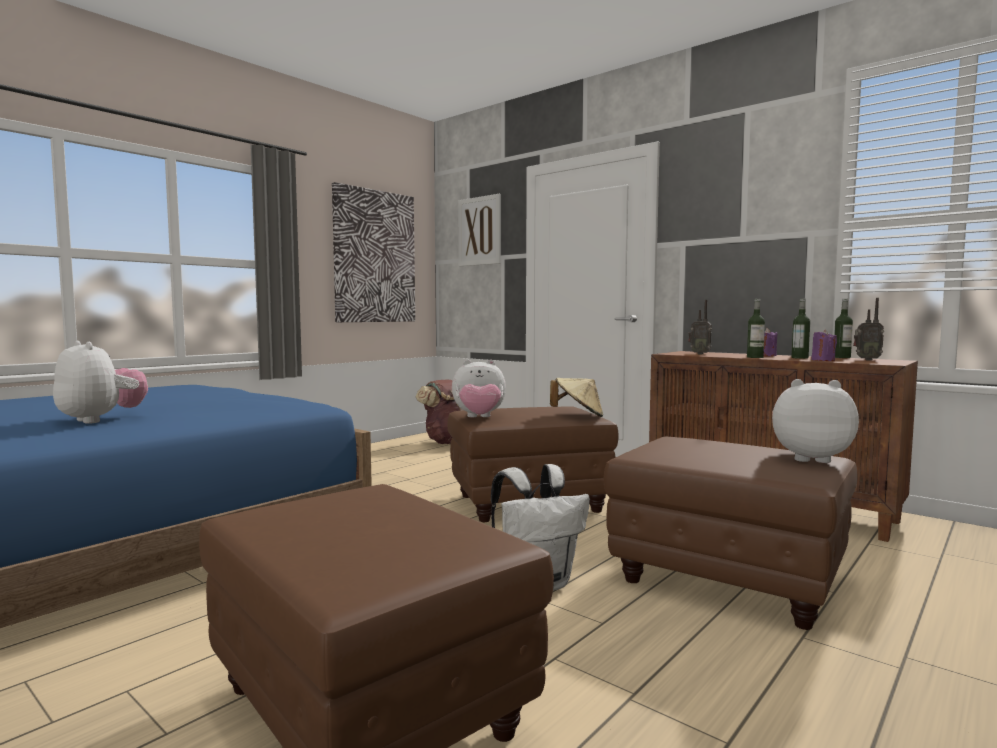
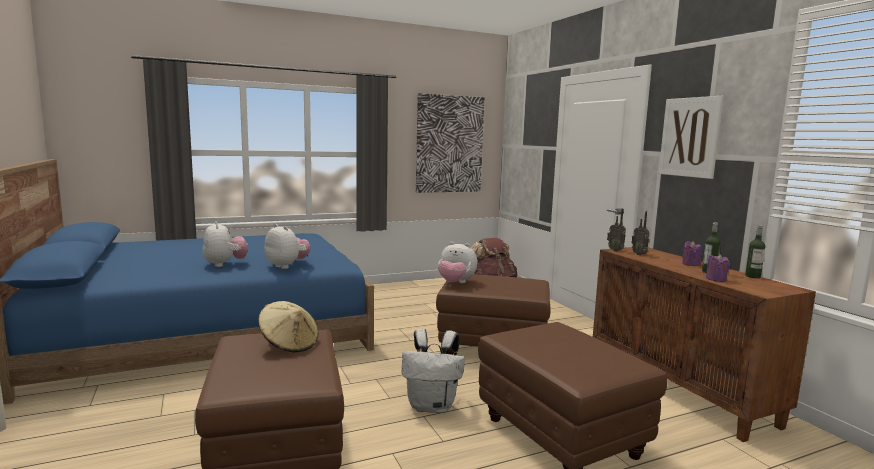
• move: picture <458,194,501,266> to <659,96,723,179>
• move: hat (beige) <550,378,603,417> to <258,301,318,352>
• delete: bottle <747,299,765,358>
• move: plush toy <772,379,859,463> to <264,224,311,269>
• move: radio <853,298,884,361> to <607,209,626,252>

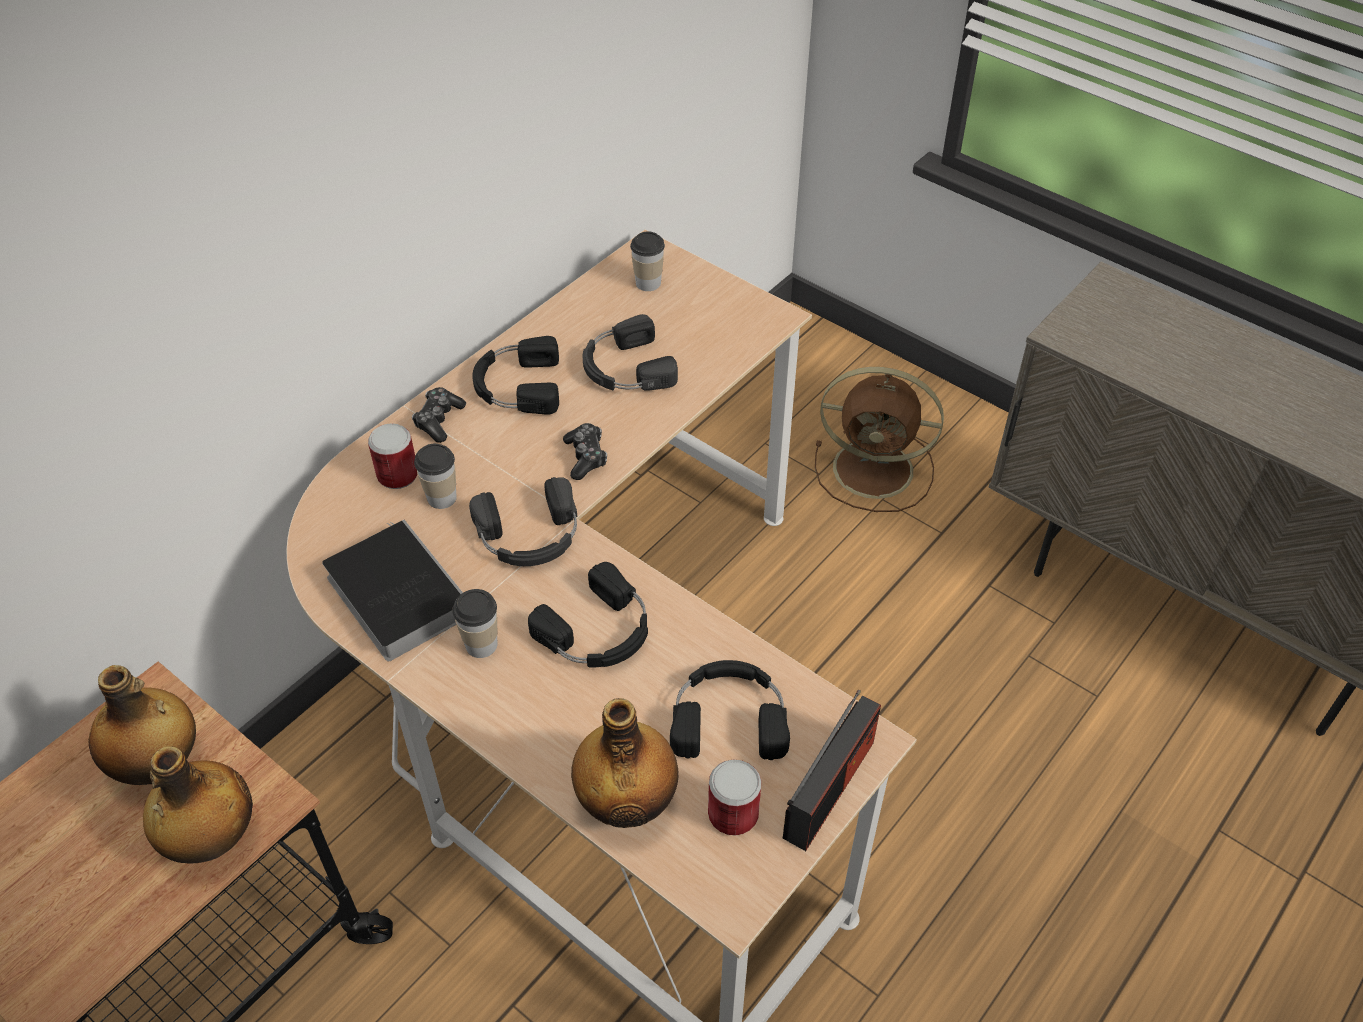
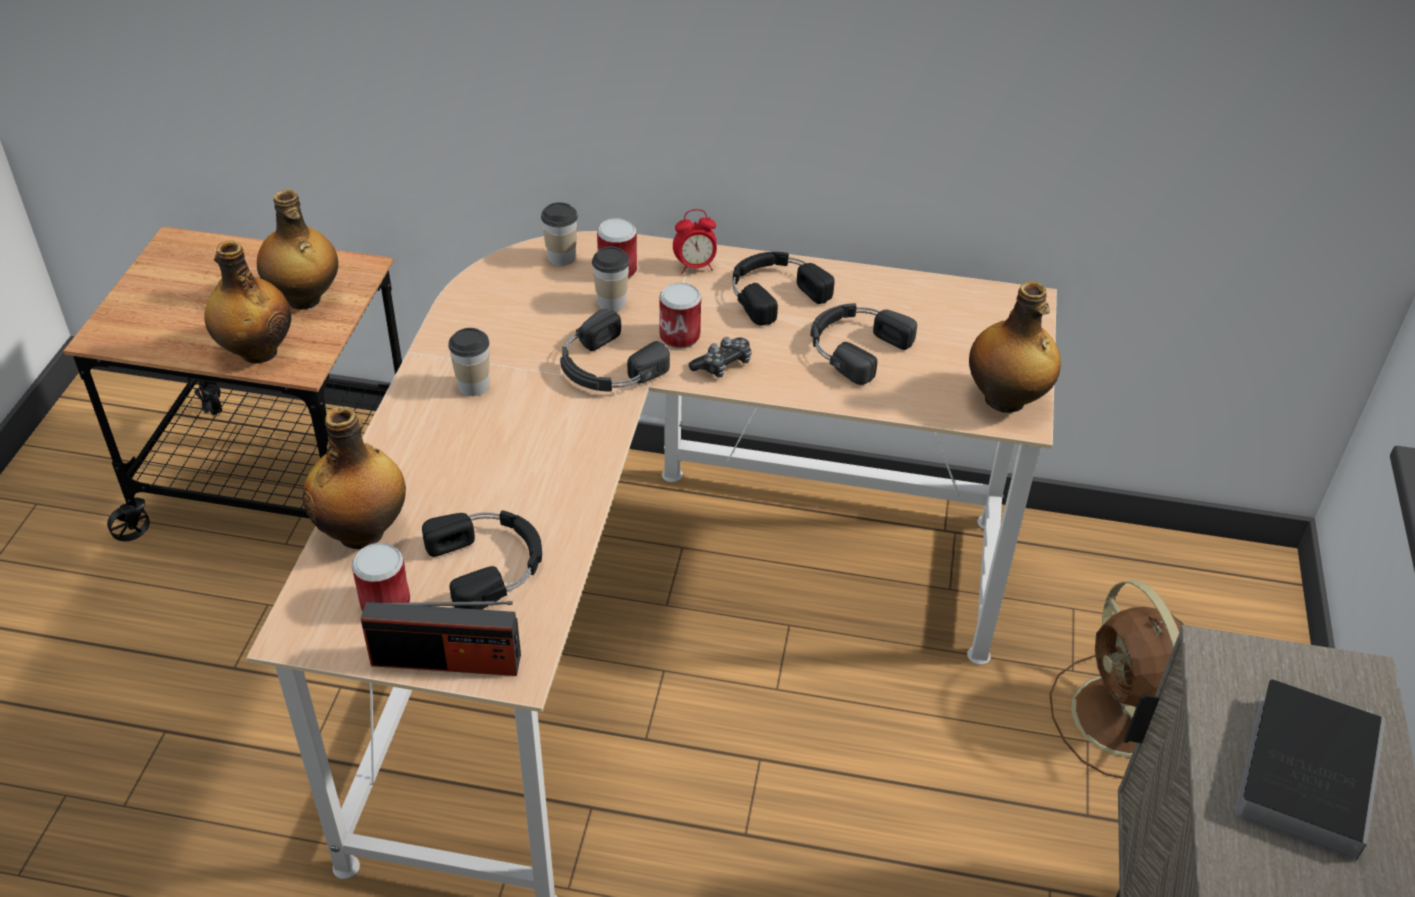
• move: book <322,520,463,661> to <1235,679,1385,861>
• replace: game controller <412,387,466,443> to alarm clock <673,209,717,274>
• delete: headphones (black) <528,562,648,667>
• move: cup <630,231,665,291> to <541,202,578,266>
• insert: can <659,283,701,349>
• insert: bottle <969,281,1061,413>

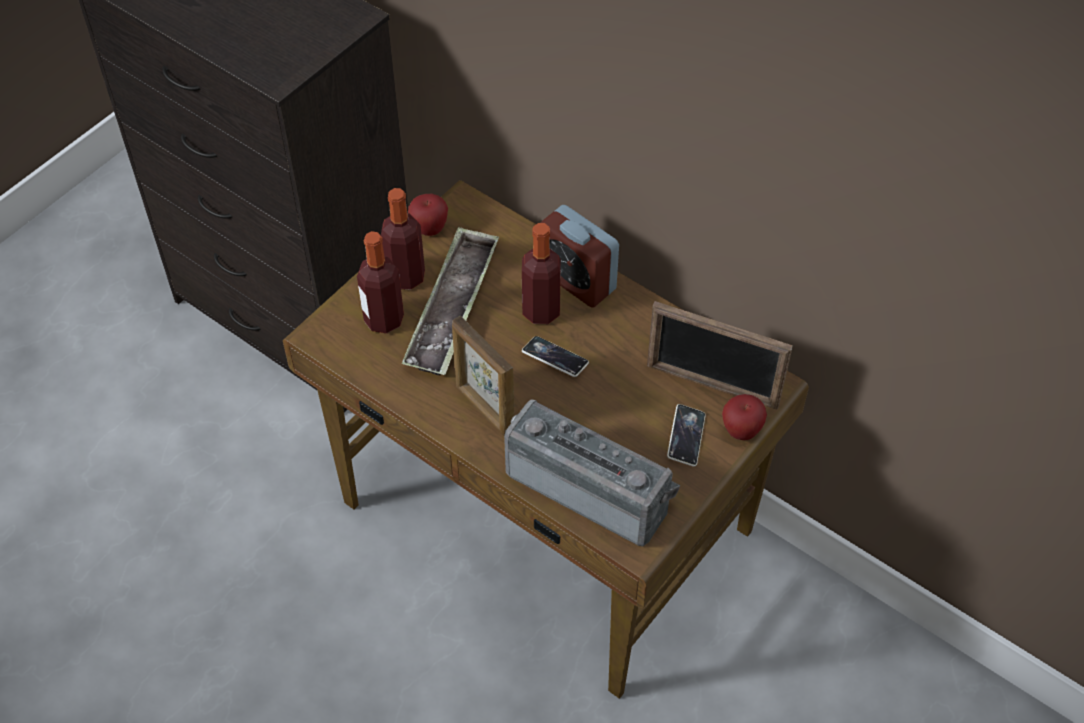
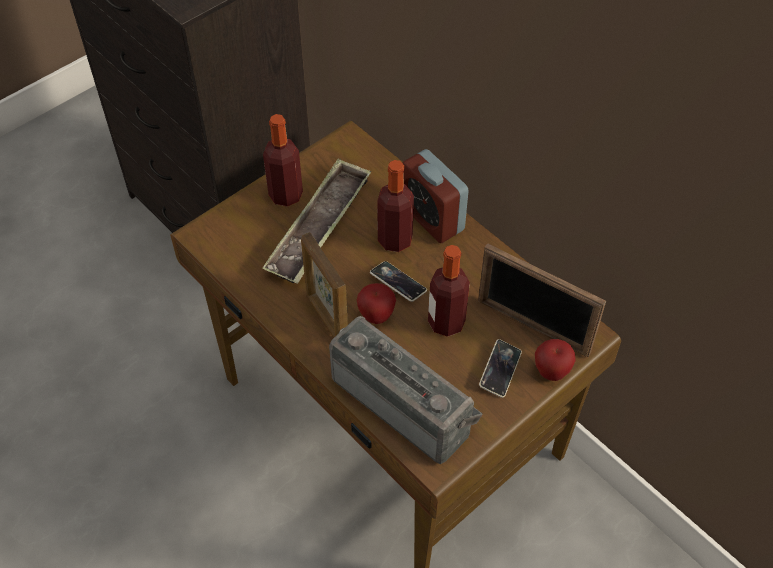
• move: bottle <357,231,404,333> to <428,245,470,337>
• move: apple <408,194,448,236> to <357,283,396,324>

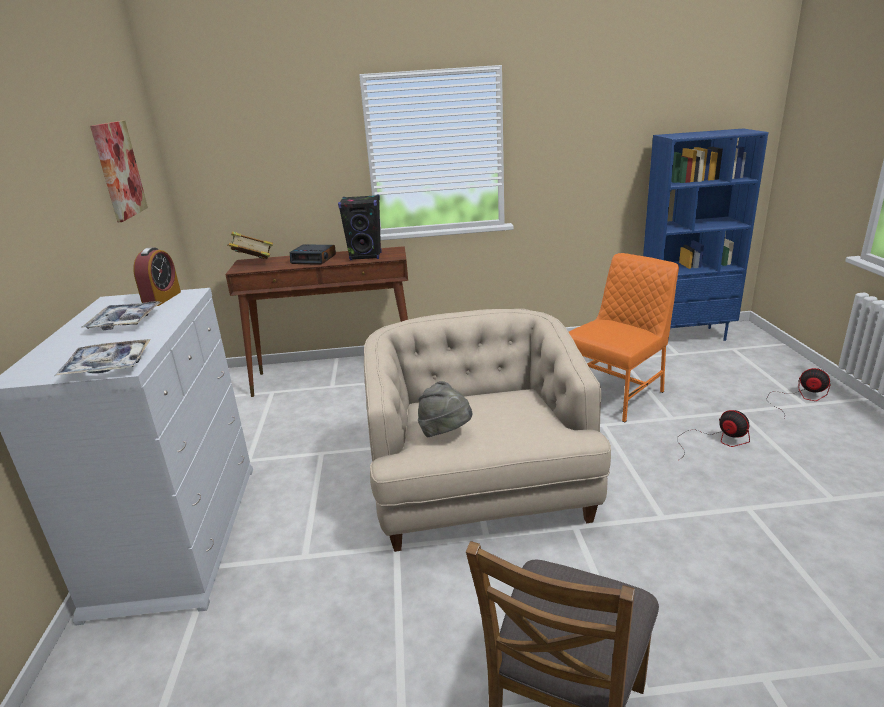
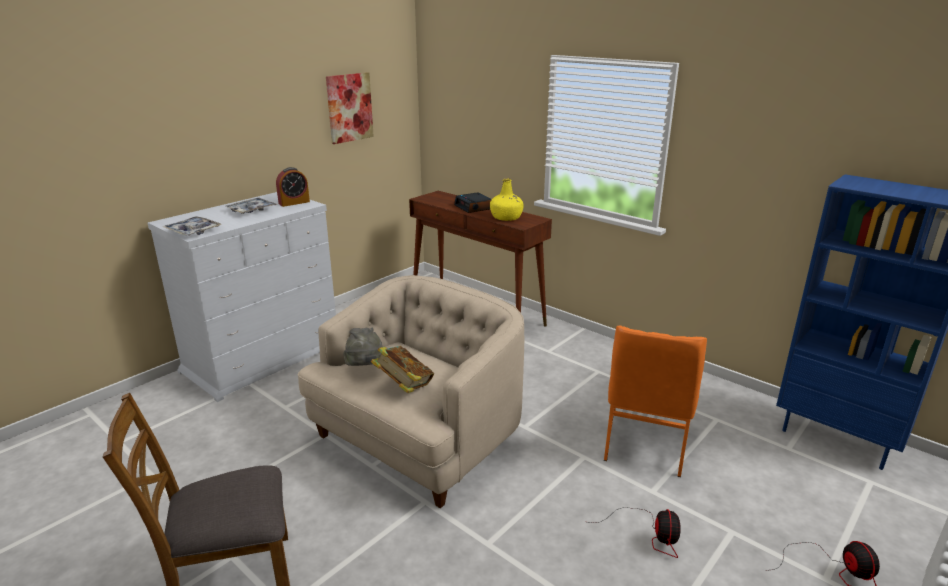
• move: book <227,232,273,259> to <371,346,434,393>
• replace: speaker (black) <338,194,382,261> to bottle (yellow) <490,178,524,221>
• rotate: chair (orange) <569,253,679,423> = <604,325,707,477> 105 degrees clockwise

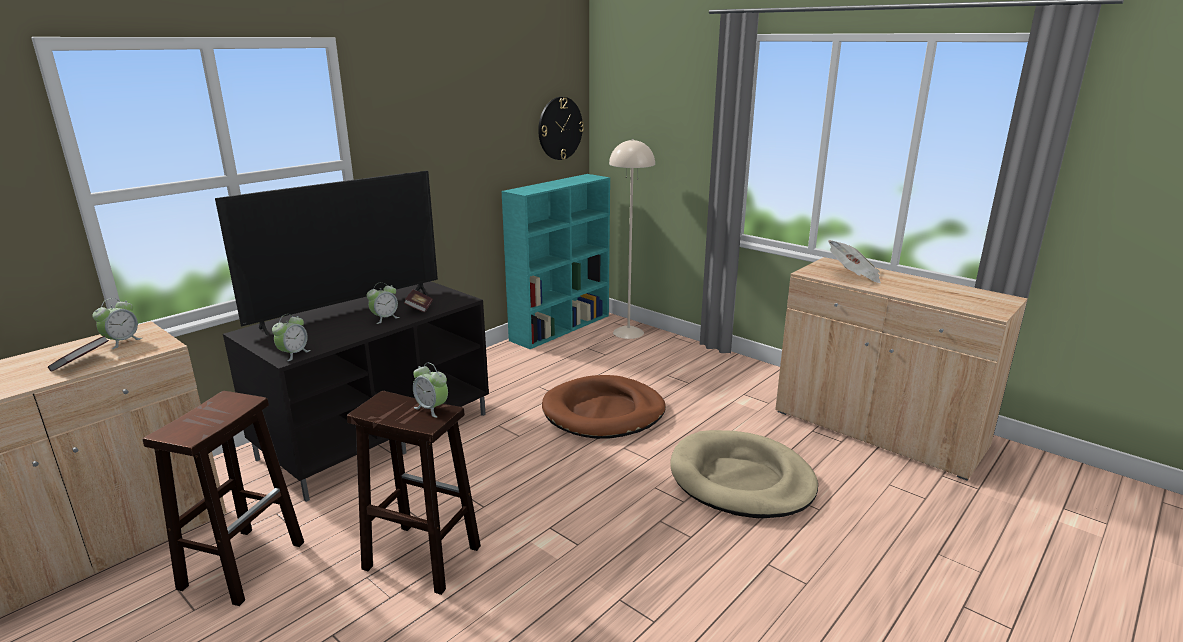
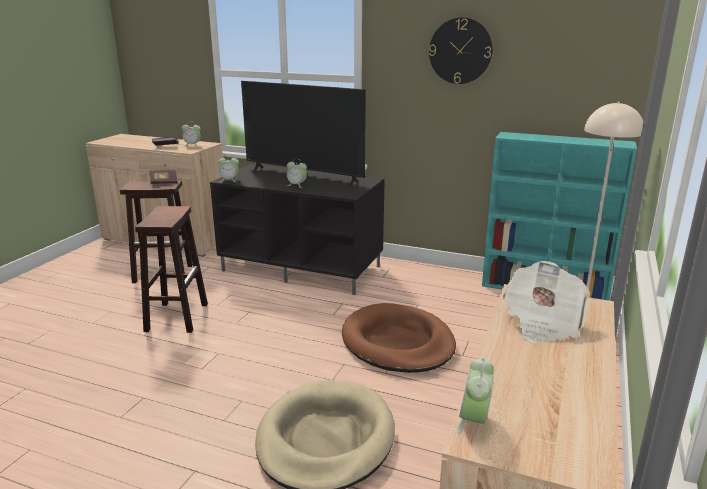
• move: book <404,289,433,312> to <149,170,177,184>
• move: alarm clock <413,363,448,418> to <457,358,494,434>
• move: wall clock <538,97,584,160> to <429,17,493,84>

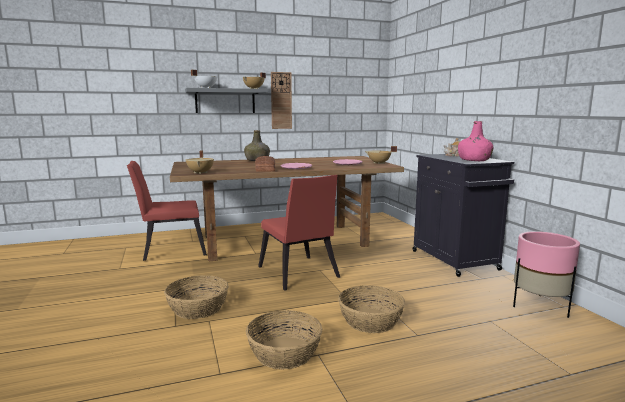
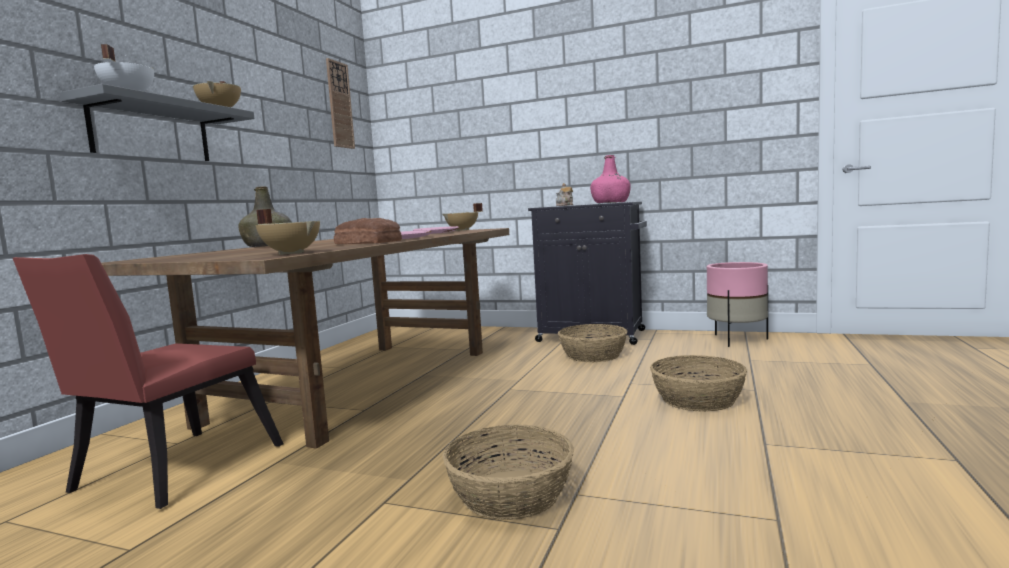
• move: basket <246,310,322,369> to <558,324,628,362>
• delete: chair (red) <258,175,340,291>
• move: wall clock <271,72,292,129> to <326,58,355,149>

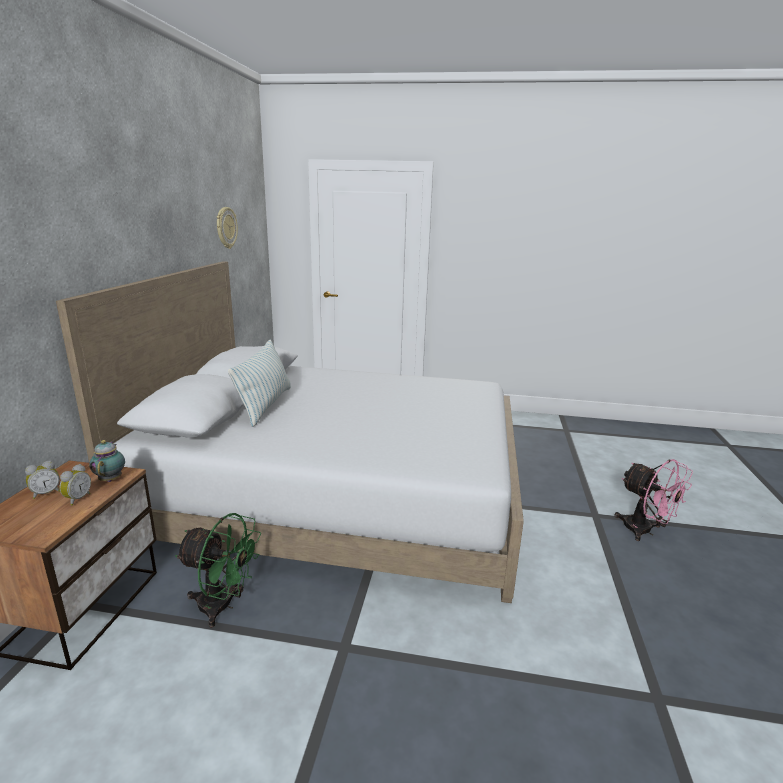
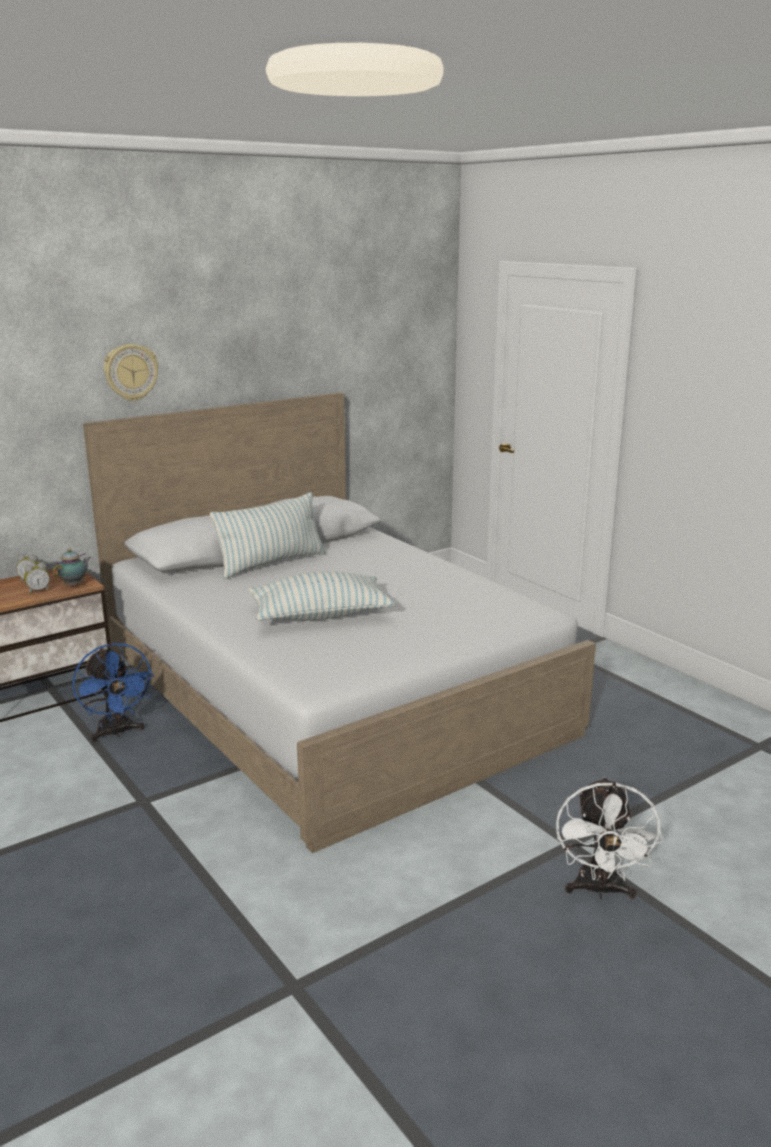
• recolor: fan (green) <175,513,261,627> to fan (blue) <72,643,154,742>
• move: wall clock <217,207,238,249> to <104,344,159,401>
• recolor: fan (pink) <614,459,693,541> to fan (white) <556,777,663,899>
• insert: pillow <248,571,396,621>

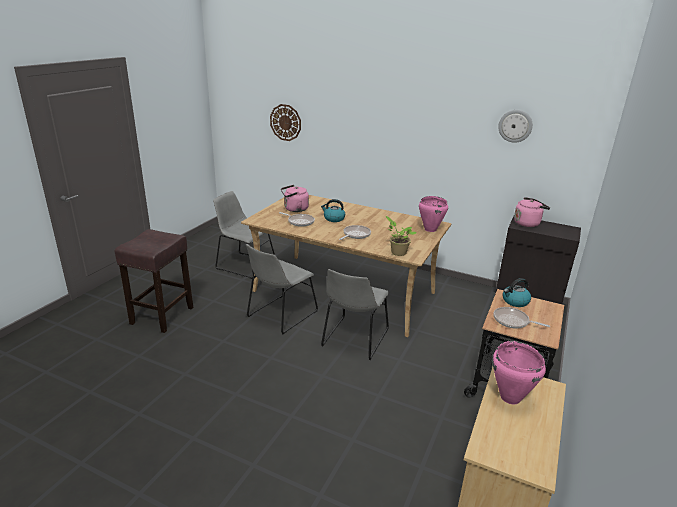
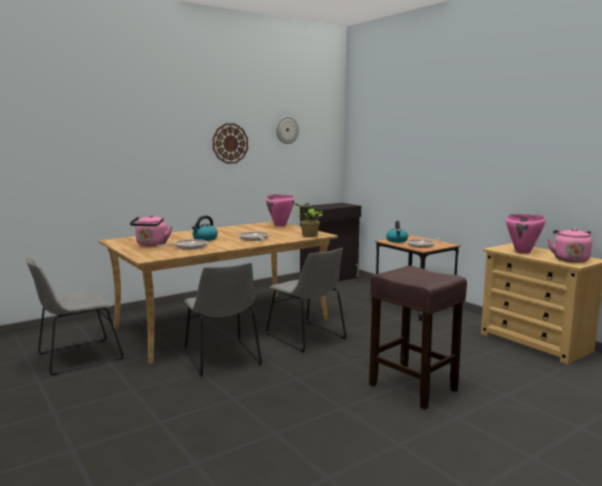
• move: stool (brown) <115,229,193,333> to <369,266,467,409>
• move: wall clock <270,104,301,141> to <213,123,248,164>
• move: kettle (pink) <514,197,550,227> to <548,228,592,263>

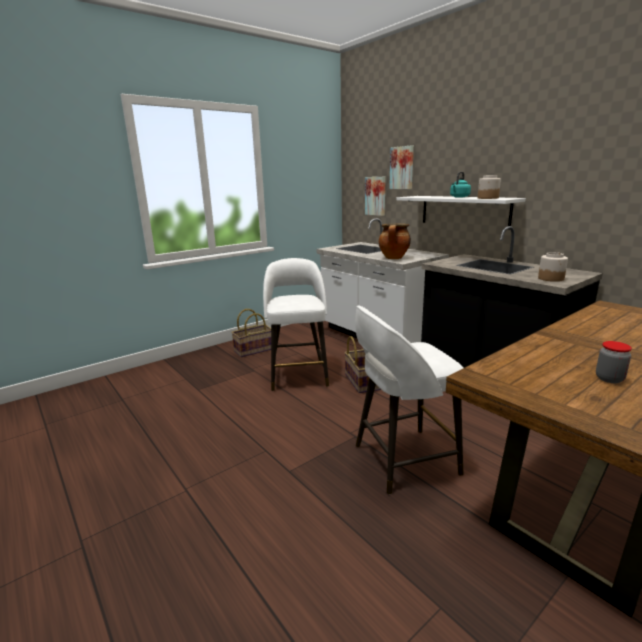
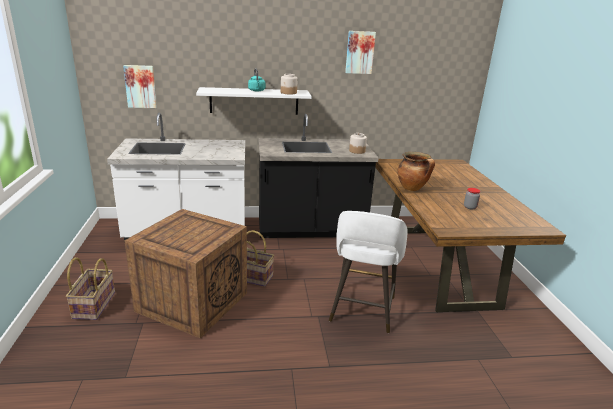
• replace: stool (white) <263,258,329,391> to crate <124,209,247,338>
• move: cooking pot <379,223,411,259> to <397,152,435,191>
• move: picture <389,146,414,189> to <345,31,376,74>

